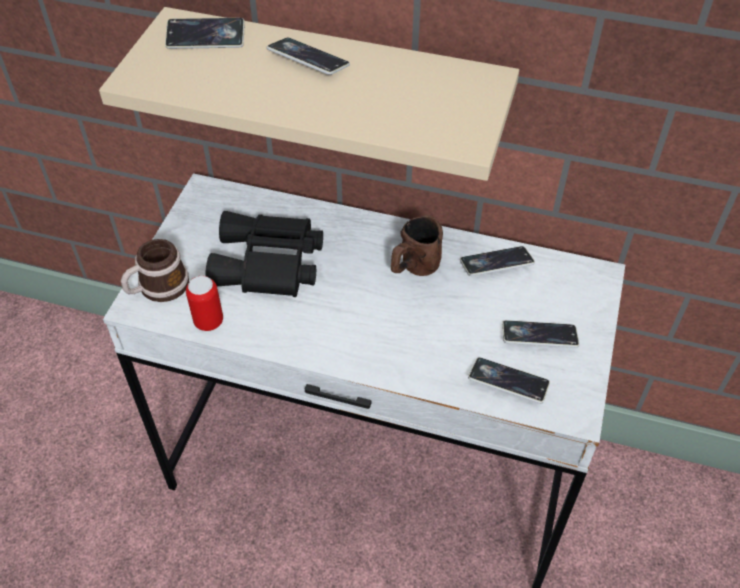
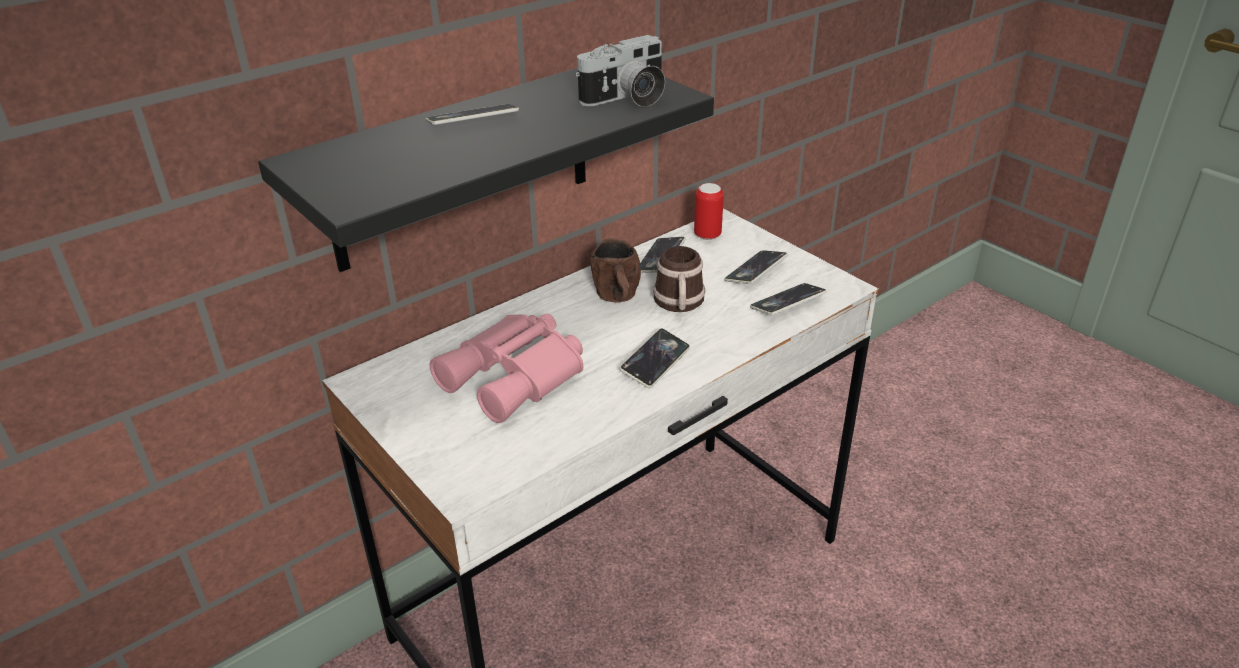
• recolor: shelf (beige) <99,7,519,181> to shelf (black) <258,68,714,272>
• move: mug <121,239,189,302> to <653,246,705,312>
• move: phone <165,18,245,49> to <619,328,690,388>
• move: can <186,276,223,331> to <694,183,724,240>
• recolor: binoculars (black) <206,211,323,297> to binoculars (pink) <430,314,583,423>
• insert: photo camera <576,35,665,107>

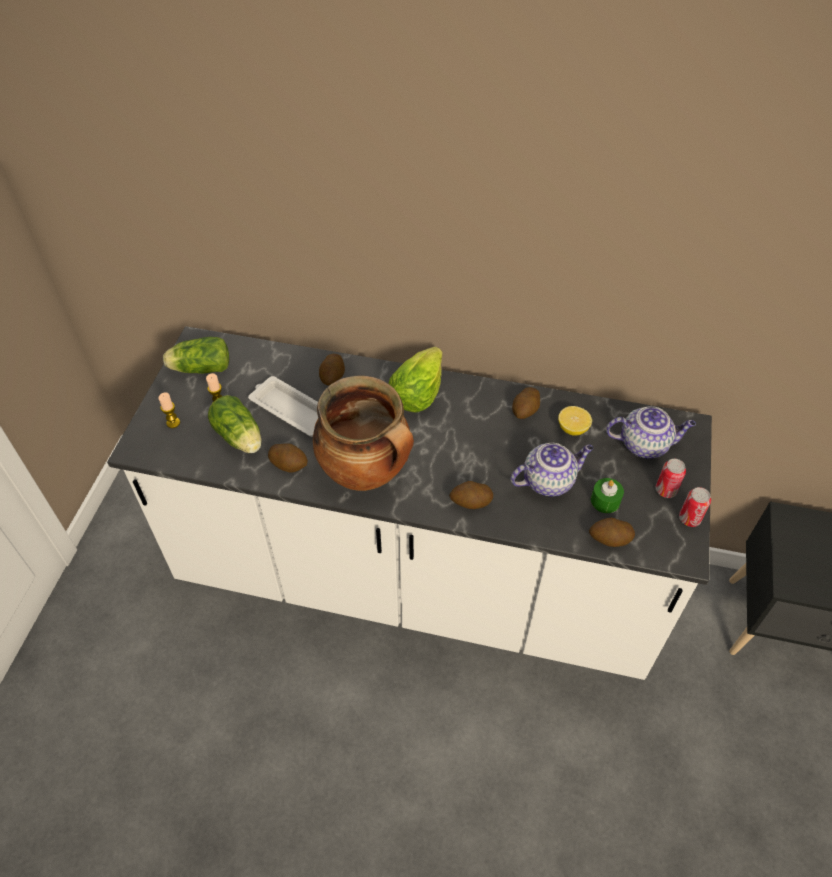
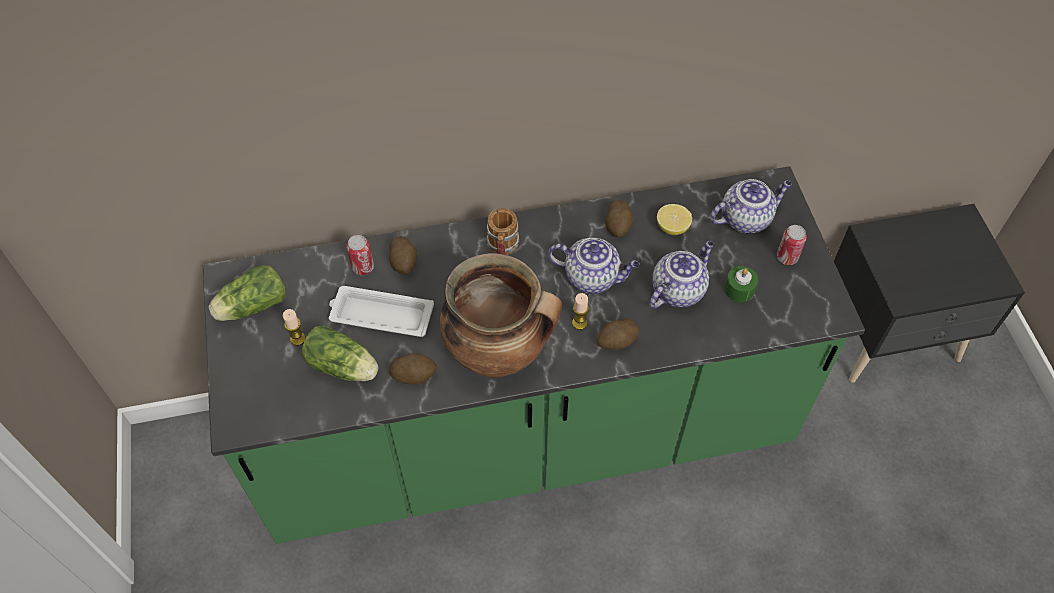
• recolor: counter (white) <107,326,712,680> to counter (green) <203,166,865,544>
• move: candle <158,392,180,428> to <572,293,589,330>
• replace: lettuce <389,347,442,413> to mug <487,209,519,255>
• delete: potato <589,518,635,547>
• move: can <679,487,711,527> to <347,235,374,275>
• insert: teapot <548,238,640,294>

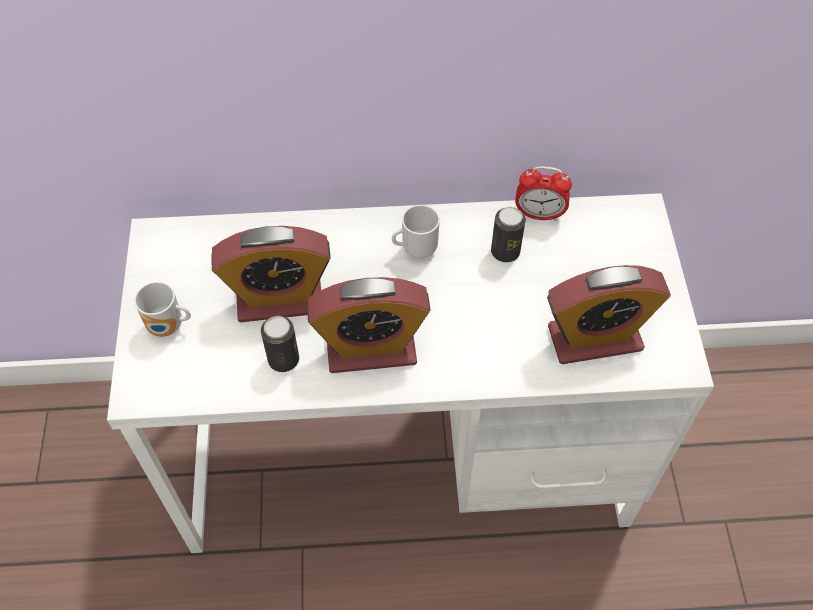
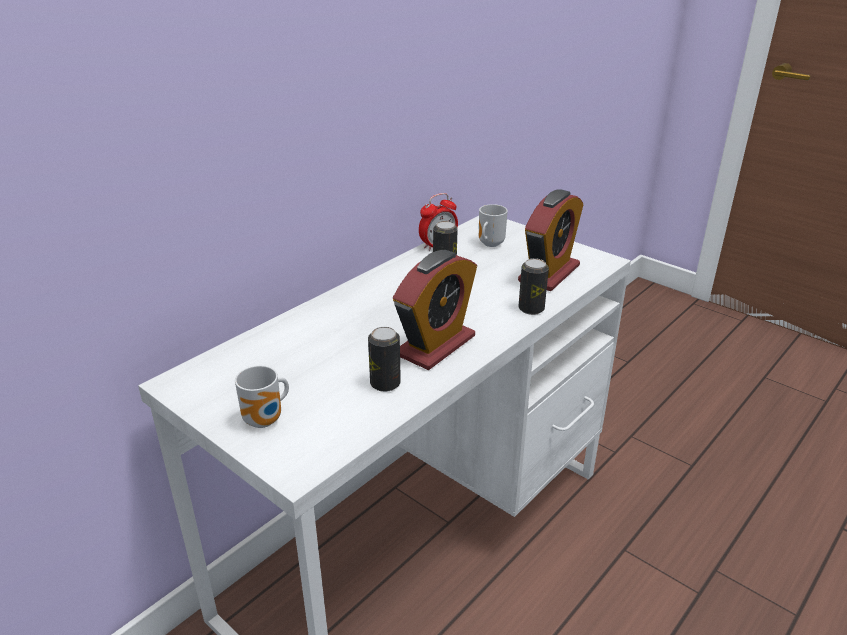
• delete: alarm clock <211,226,331,323>
• move: mug <392,205,440,258> to <479,204,508,247>
• insert: can <519,258,549,315>

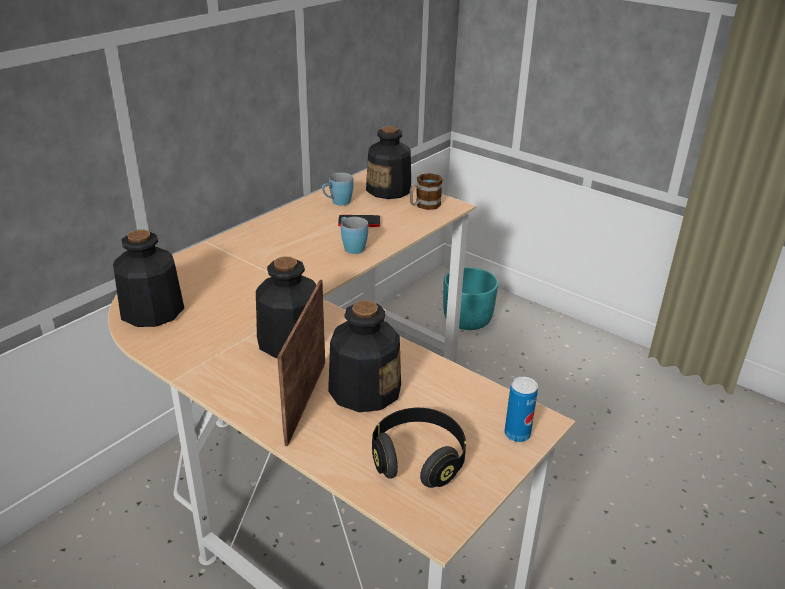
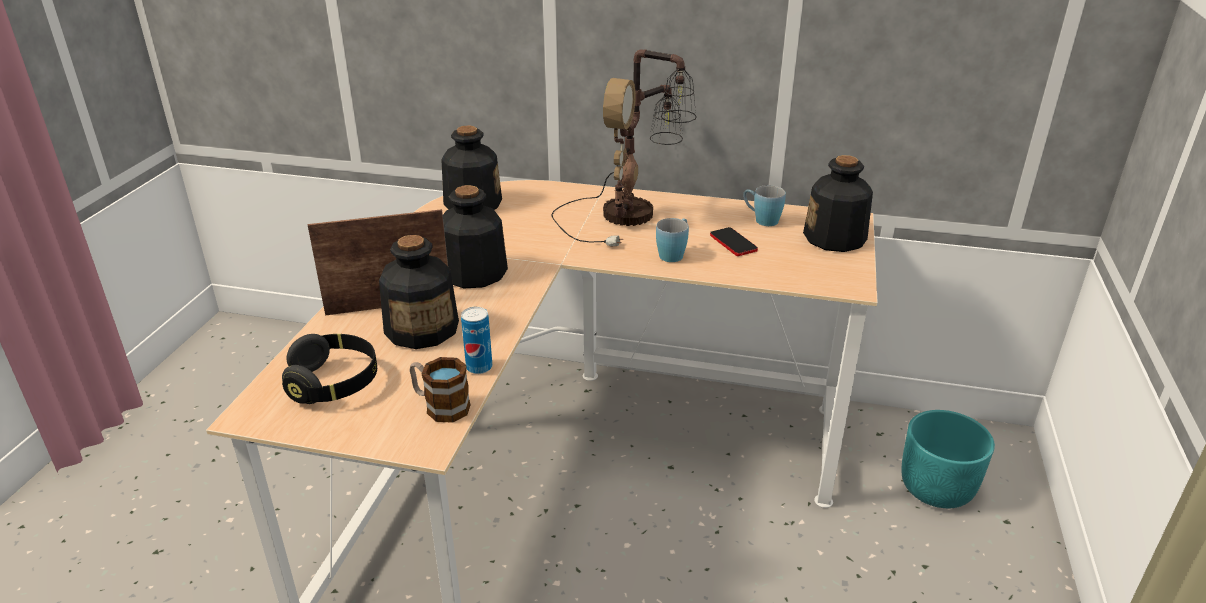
• move: mug <410,173,443,210> to <410,357,471,423>
• move: can <504,377,538,442> to <461,307,492,374>
• insert: table lamp <551,49,697,246>

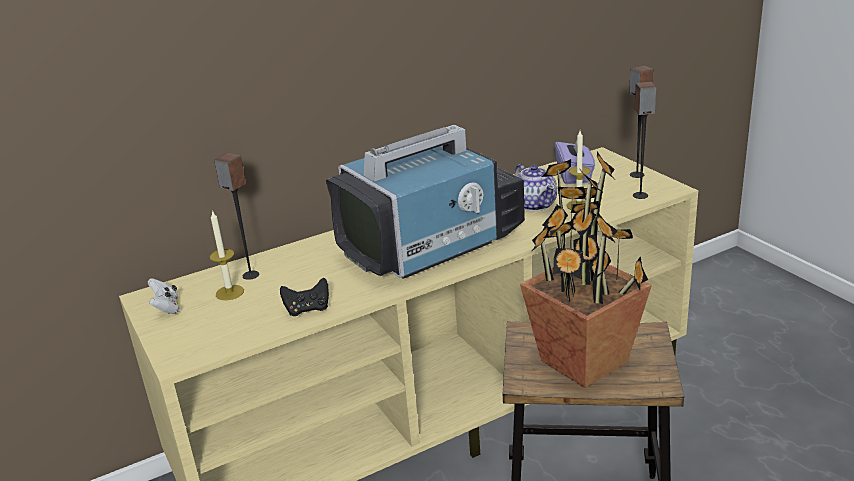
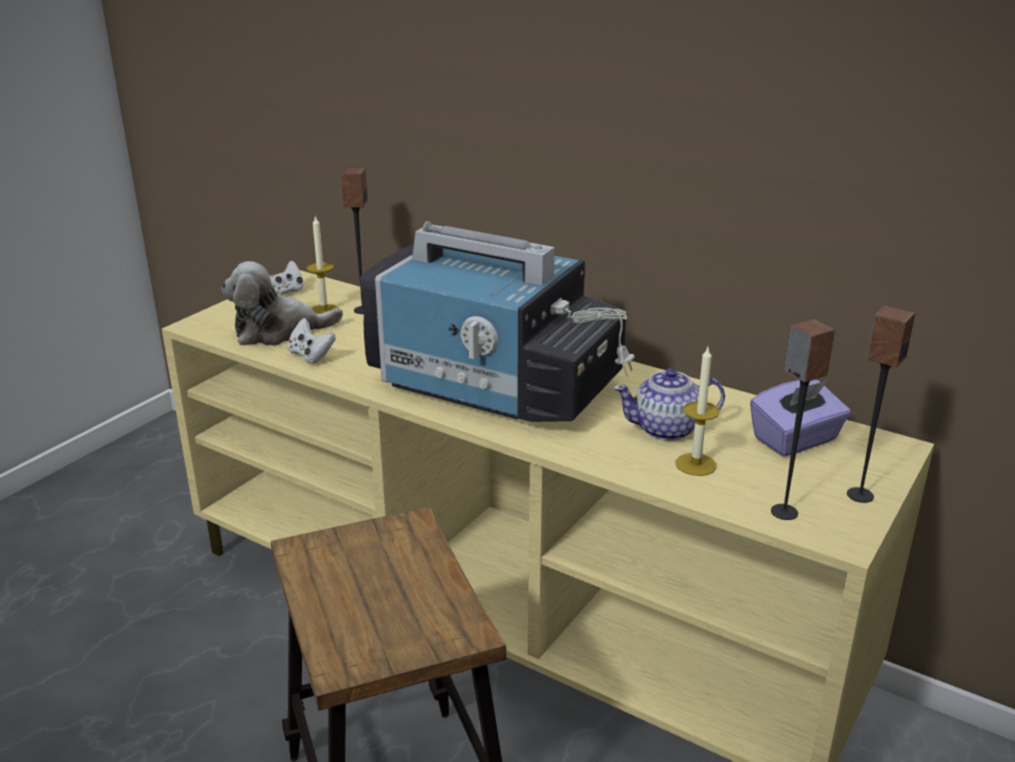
• recolor: game controller (black) <280,278,329,316> to game controller (white) <287,318,336,364>
• rotate: teapot <515,164,557,211> = <613,368,725,441> 45 degrees clockwise
• delete: potted plant <520,152,652,388>
• insert: plush toy <222,261,343,346>

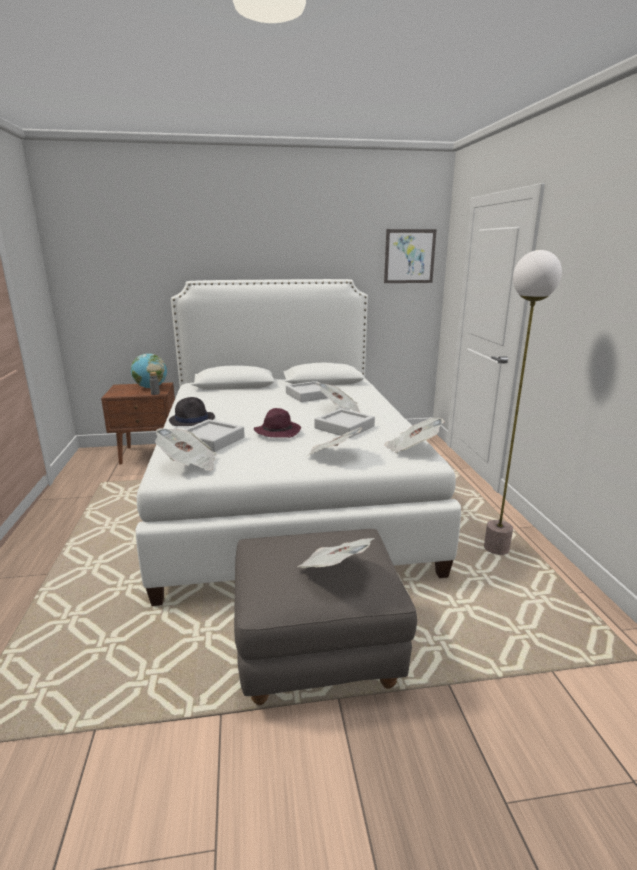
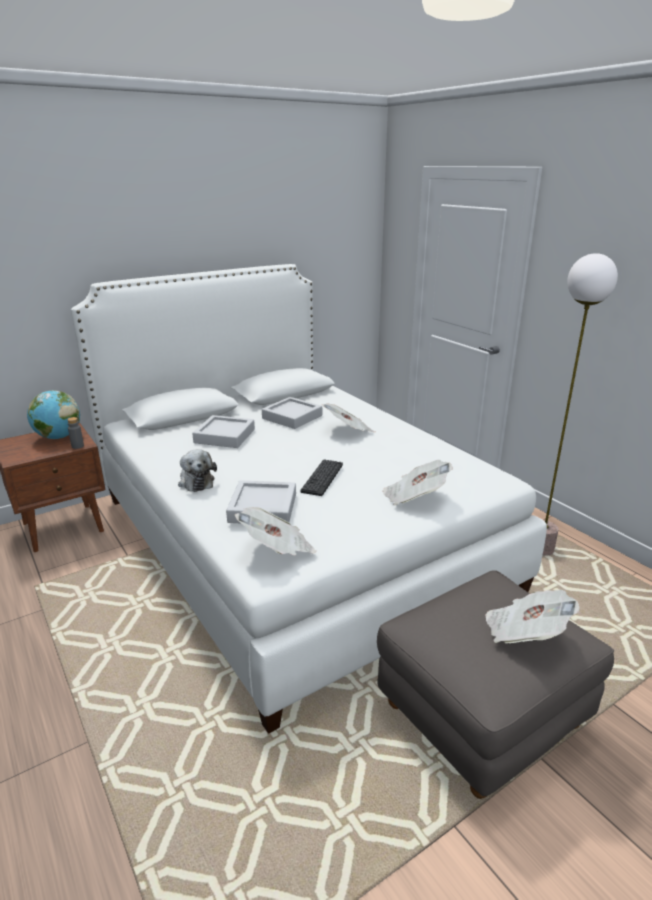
• replace: hat (black) <169,397,215,426> to plush toy <178,449,217,492>
• replace: hat (purple) <254,408,301,438> to keyboard <301,459,343,496>
• move: tray (grey) <315,408,375,438> to <192,415,255,448>
• delete: picture <384,229,437,283>
• delete: newspaper <384,418,445,453>

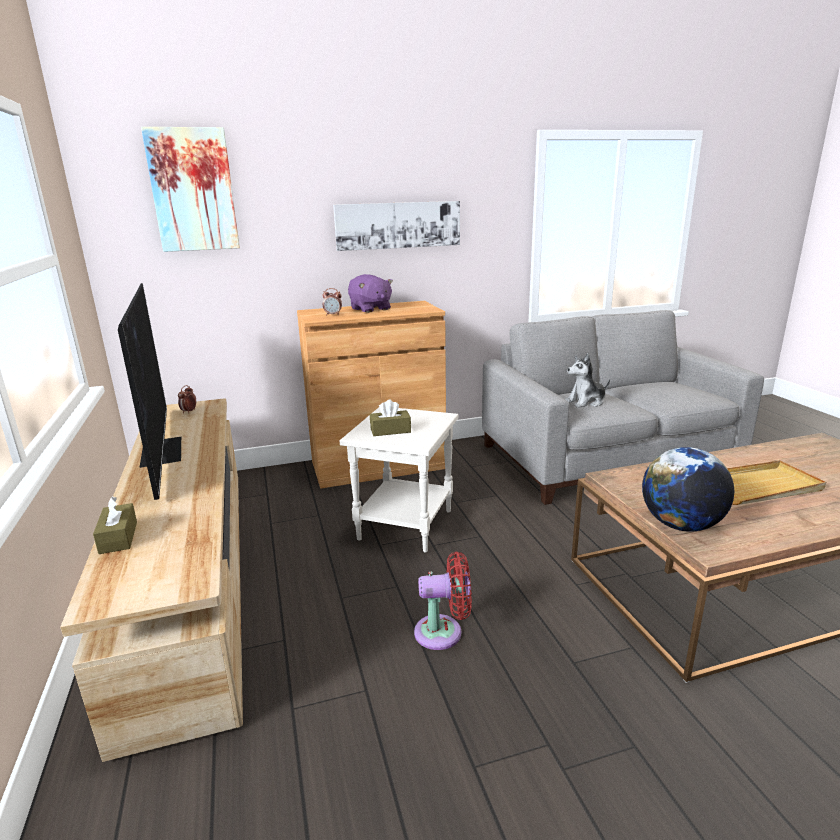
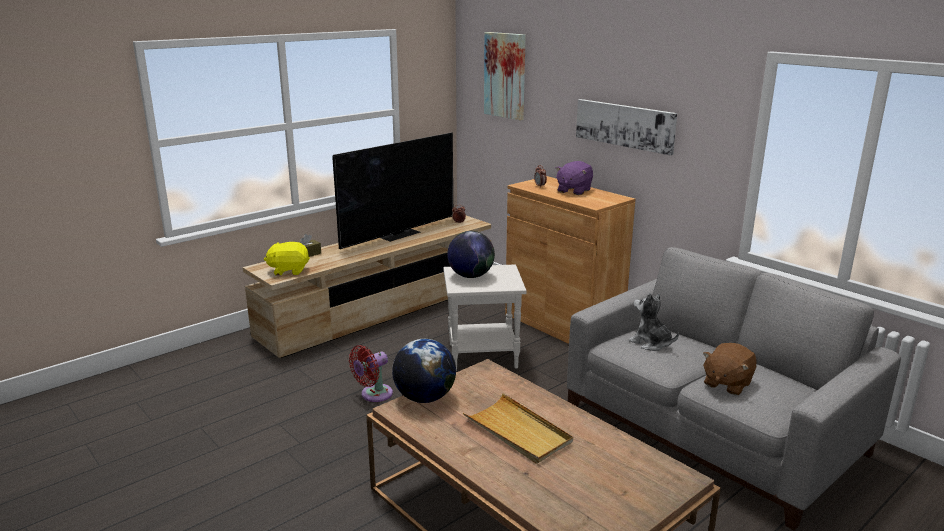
• replace: tissue box (brown) <370,399,411,436> to globe <447,231,495,278>
• rotate: fan (red) <414,552,472,650> = <349,345,393,402> 75 degrees clockwise
• insert: plush toy (yellow) <264,242,310,276>
• insert: plush toy (brown) <703,343,756,395>

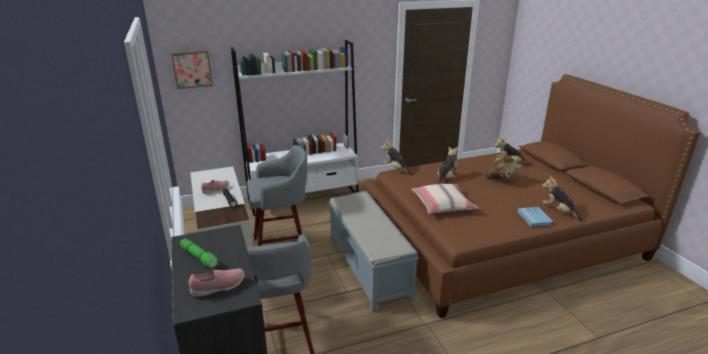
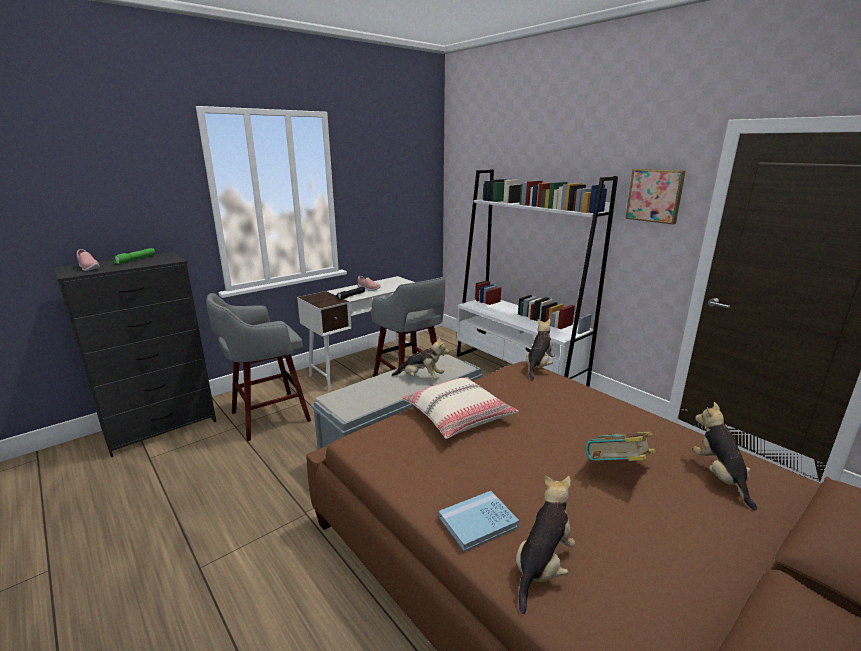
• move: picture <171,51,213,89> to <625,169,686,224>
• move: plush toy <437,146,459,184> to <392,337,449,379>

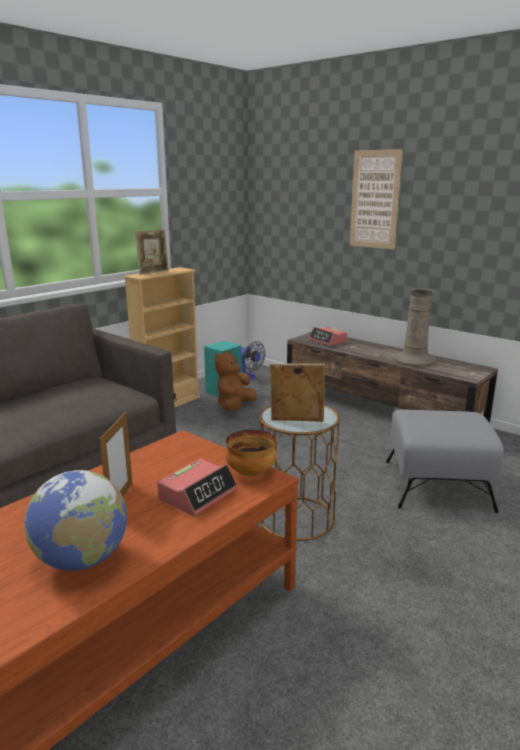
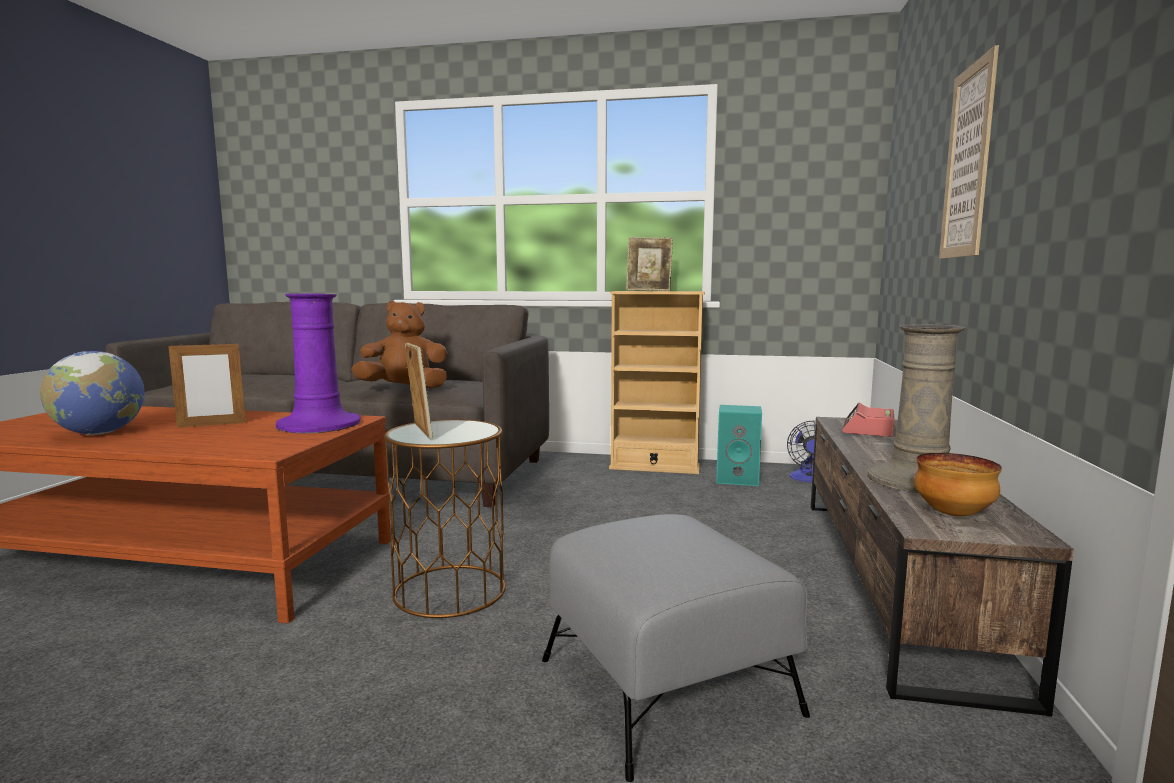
• delete: alarm clock <157,458,238,516>
• move: plush toy (brown) <215,350,256,411> to <351,300,447,389>
• move: bowl <225,430,277,477> to <914,453,1002,516>
• insert: vase (purple) <276,294,360,434>

